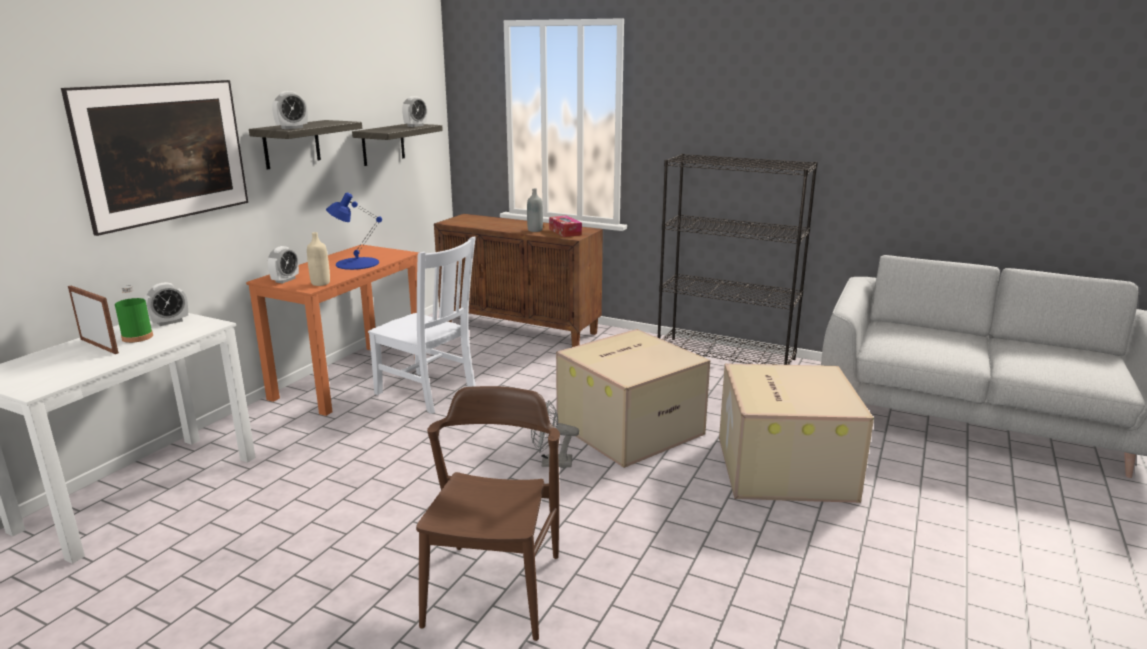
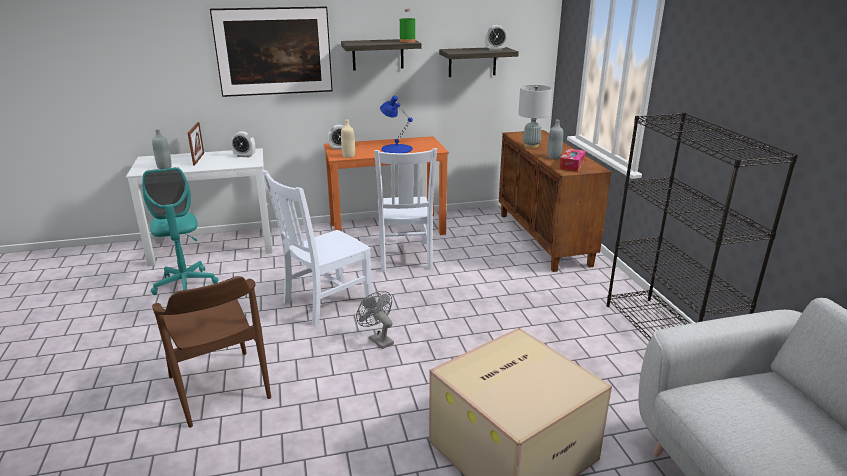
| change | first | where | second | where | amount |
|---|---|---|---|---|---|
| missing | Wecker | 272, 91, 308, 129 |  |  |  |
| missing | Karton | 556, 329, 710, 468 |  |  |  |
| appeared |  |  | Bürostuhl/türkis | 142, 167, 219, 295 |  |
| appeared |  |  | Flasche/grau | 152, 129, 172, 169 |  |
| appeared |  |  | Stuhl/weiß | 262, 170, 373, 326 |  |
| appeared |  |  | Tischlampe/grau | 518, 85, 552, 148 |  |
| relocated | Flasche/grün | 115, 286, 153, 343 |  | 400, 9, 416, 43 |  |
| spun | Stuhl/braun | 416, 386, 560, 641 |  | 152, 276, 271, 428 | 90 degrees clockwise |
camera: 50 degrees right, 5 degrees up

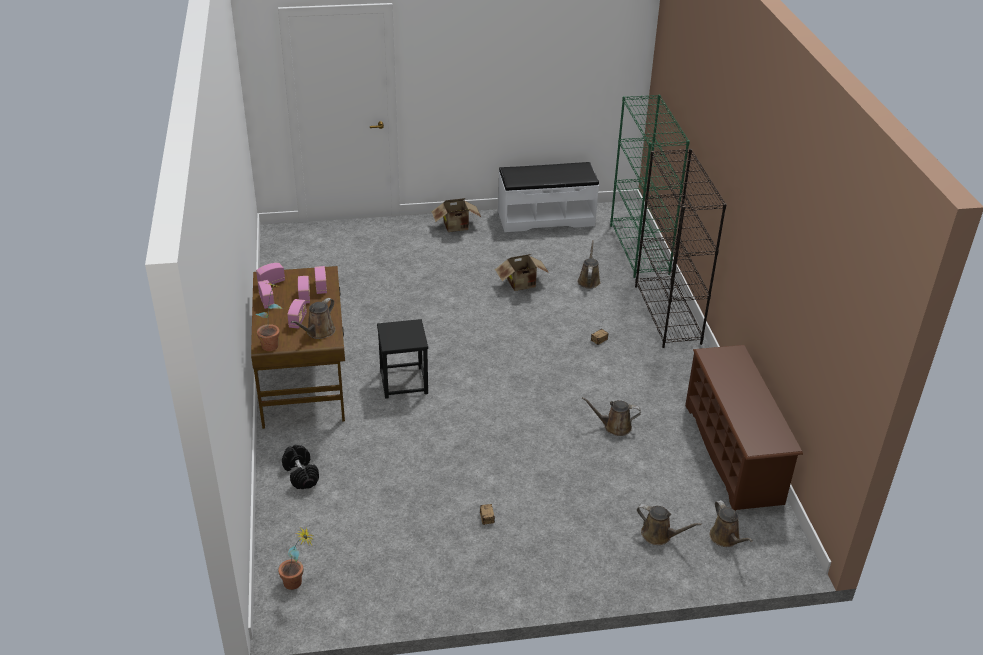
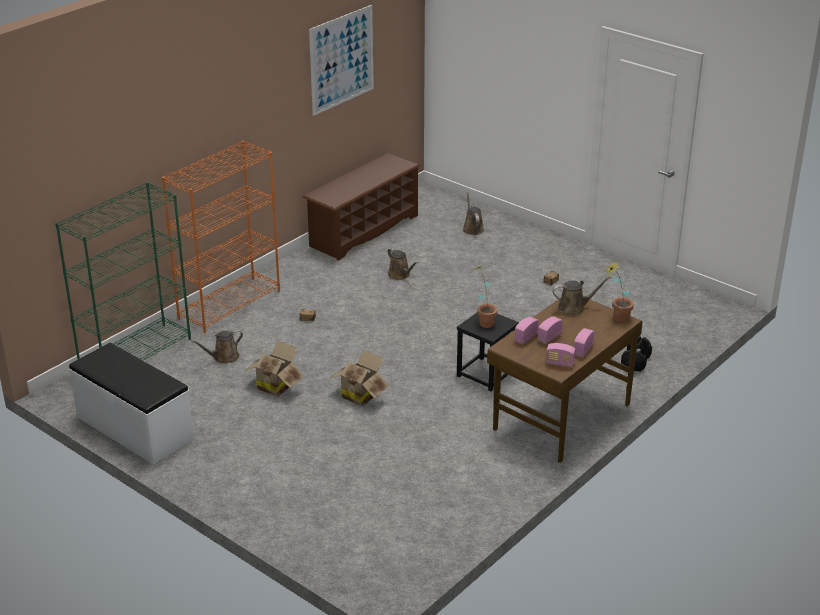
| change | first | where | second | where | amount |
|---|---|---|---|---|---|
| missing | Radio | 287, 299, 307, 329 |  |  |  |
| missing | Gießkanne/braun | 710, 500, 753, 547 |  |  |  |
| appeared |  |  | Bild | 309, 5, 374, 116 |  |
| relocated | Topfpflanze | 278, 528, 313, 590 |  | 474, 265, 498, 328 |  |
| relocated | Karton | 432, 198, 481, 232 |  | 329, 350, 389, 406 |  |
| colour | Bücherregal/schwarz | 635, 149, 727, 348 | Bücherregal/orange | 162, 141, 280, 334 |  |
camera: 130 degrees left, 5 degrees down

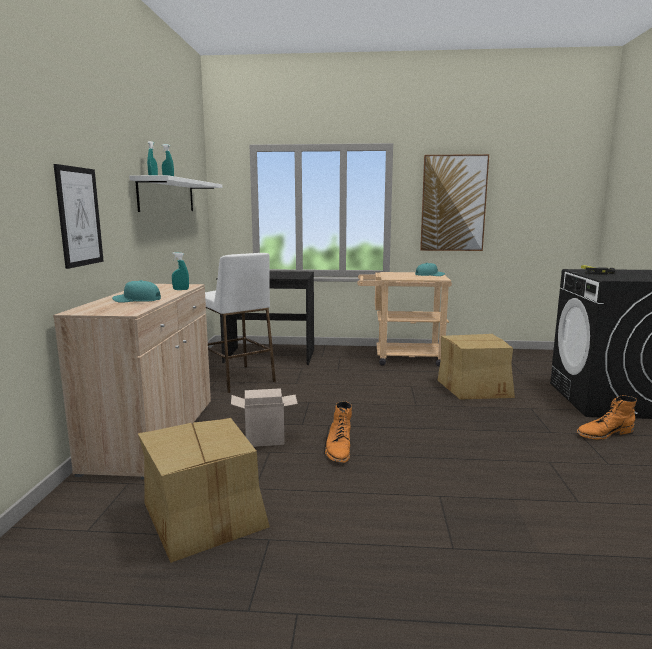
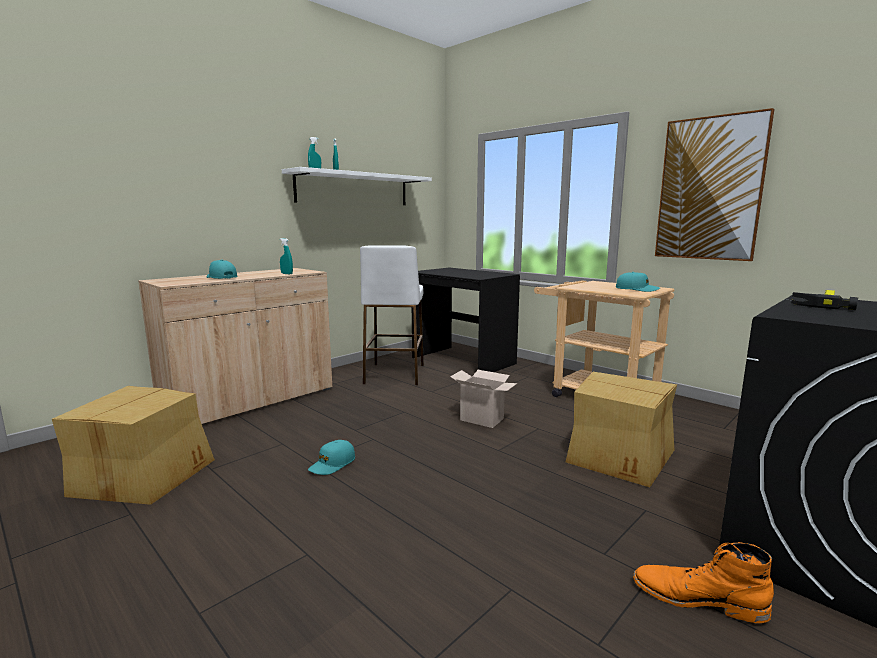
| change | first | where | second | where | amount |
|---|---|---|---|---|---|
| missing | Bild | 54, 164, 104, 269 |  |  |  |
| relocated | Karton | 231, 388, 298, 447 |  | 450, 370, 517, 428 |  |
| exchanged | Stiefel/orange | 325, 401, 352, 463 | Kappe/türkis | 308, 440, 355, 475 |  |
camera: 40 degrees right, 0 degrees up

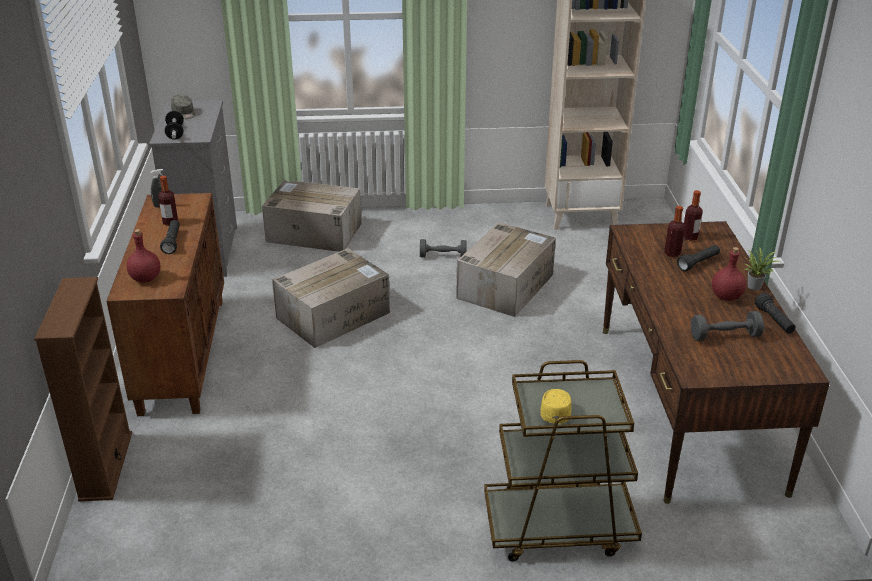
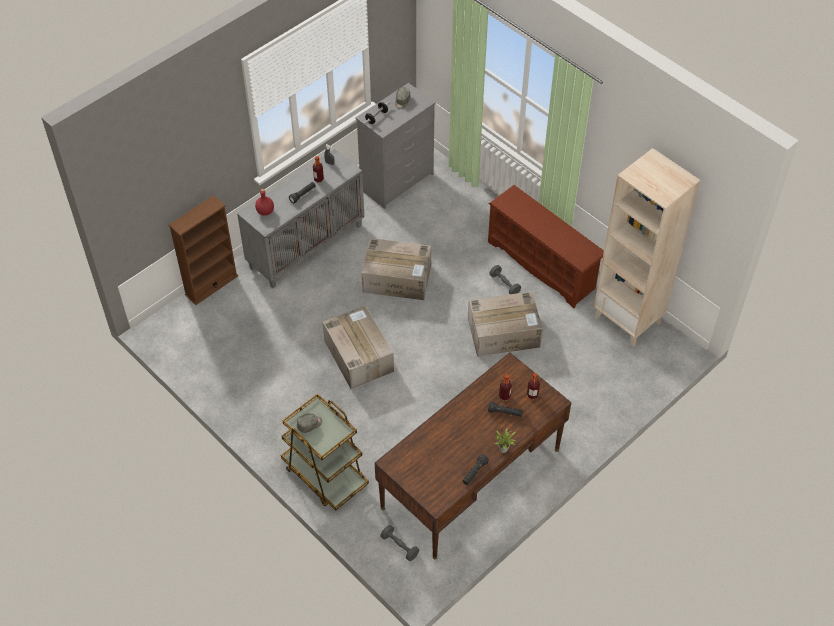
| change | first | where | second | where | amount |
|---|---|---|---|---|---|
| missing | Flasche/rot | 712, 247, 746, 301 |  |  |  |
| appeared |  |  | Schuhregal/braun | 488, 185, 604, 308 |  |
| relocated | Karton | 262, 180, 362, 252 |  | 323, 306, 394, 389 |  |
| relocated | Hantel/grau | 691, 311, 764, 341 |  | 381, 525, 419, 561 |  |
| colour | Schrank/braun | 106, 193, 224, 416 | Schrank/grau | 237, 149, 364, 288 |  |
| colour | Kappe/gelb | 540, 389, 572, 424 | Kappe/grau | 297, 413, 322, 433 |  |
camera: 50 degrees right, 20 degrees up

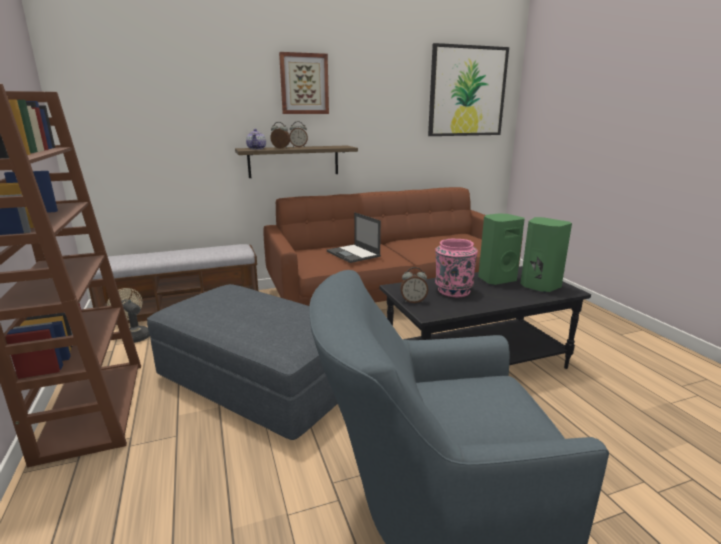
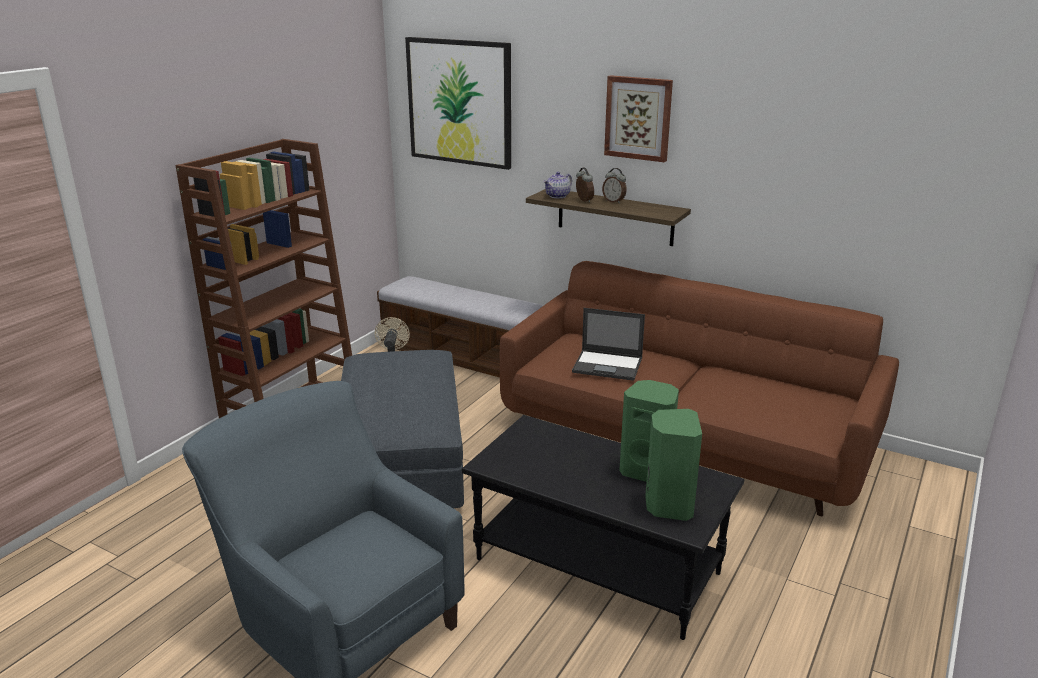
| change | first | where | second | where | amount |
|---|---|---|---|---|---|
| missing | Wecker | 400, 267, 428, 303 |  |  |  |
| missing | Vase/rosa | 435, 239, 478, 297 |  |  |  |
| relocated | Bild | 428, 43, 509, 136 |  | 405, 37, 511, 170 |  |
| spun | Laptop | 327, 212, 381, 263 |  | 572, 308, 645, 381 | 90 degrees counterclockwise |
camera: 50 degrees right, 5 degrees up

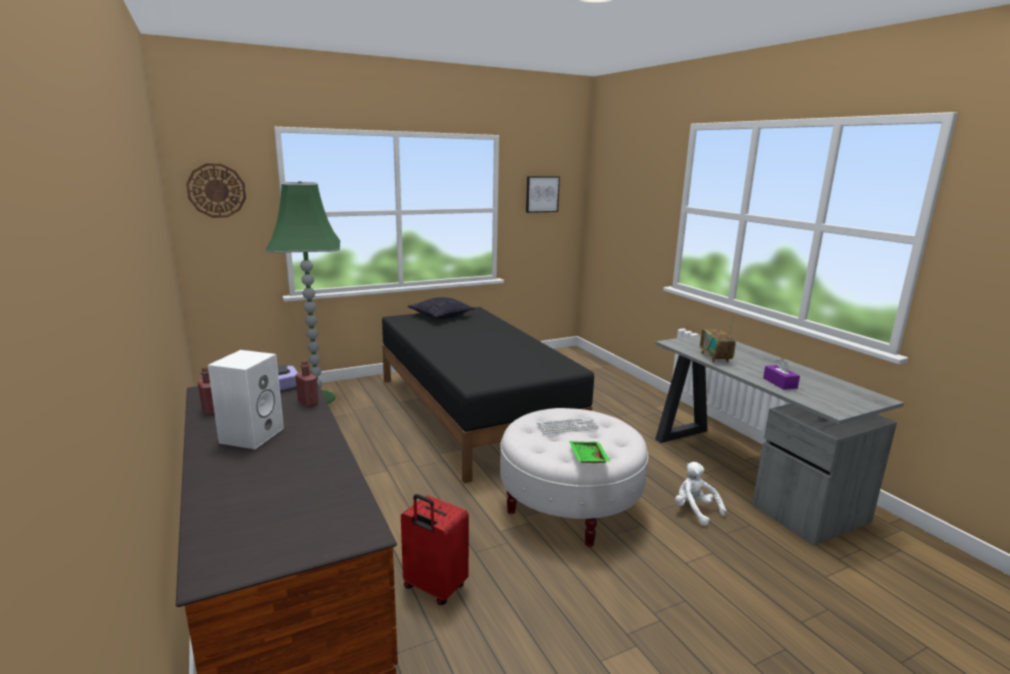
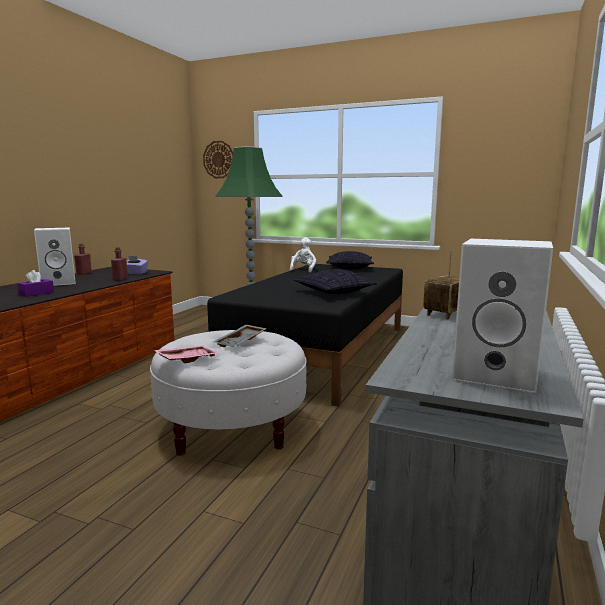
| change | first | where | second | where | amount |
|---|---|---|---|---|---|
| missing | Koffer/rot | 401, 494, 469, 605 |  |  |  |
| missing | Bild | 526, 176, 560, 213 |  |  |  |
| appeared |  |  | Kissen | 294, 269, 377, 294 |  |
| appeared |  |  | Lautsprecher/weiß | 452, 239, 553, 393 |  |
| relocated | Plüschtier/weiß | 675, 462, 727, 526 |  | 290, 237, 316, 272 |  |
| relocated | Taschentuchbox/lila | 763, 358, 800, 390 |  | 17, 270, 54, 297 |  |
| exchanged | Tastatur | 537, 417, 599, 434 | Tablett/grau | 213, 325, 267, 347 |  |
| colour | Tablett/grün | 569, 441, 611, 463 | Tablett/rosa | 153, 345, 219, 363 |  |
camera: 50 degrees right, 5 degrees down

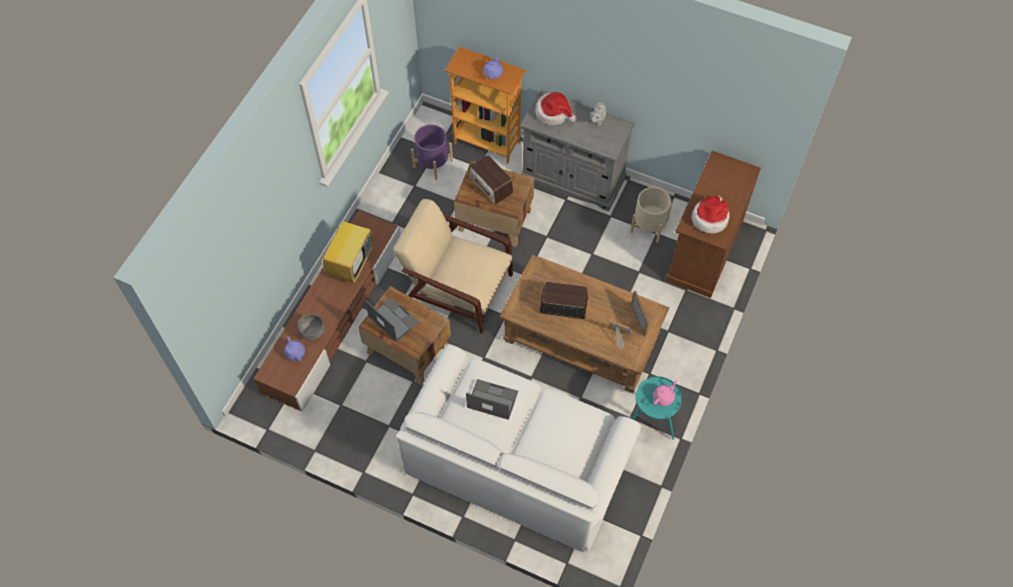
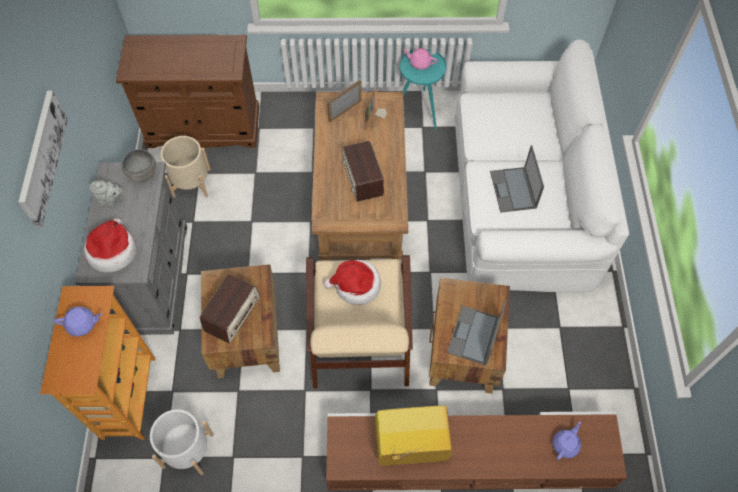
| change | first | where | second | where | amount |
|---|---|---|---|---|---|
| appeared |  |  | Bild | 18, 91, 68, 227 |  |
| relocated | Schüssel/grau | 297, 314, 325, 340 |  | 122, 149, 156, 182 |  |
| relocated | Hut | 692, 196, 730, 234 |  | 323, 260, 381, 305 |  |
| colour | Pflanzkübel/lila | 411, 124, 453, 180 | Pflanzkübel/weiß | 150, 409, 214, 475 |  |
camera: 115 degrees left, 0 degrees up

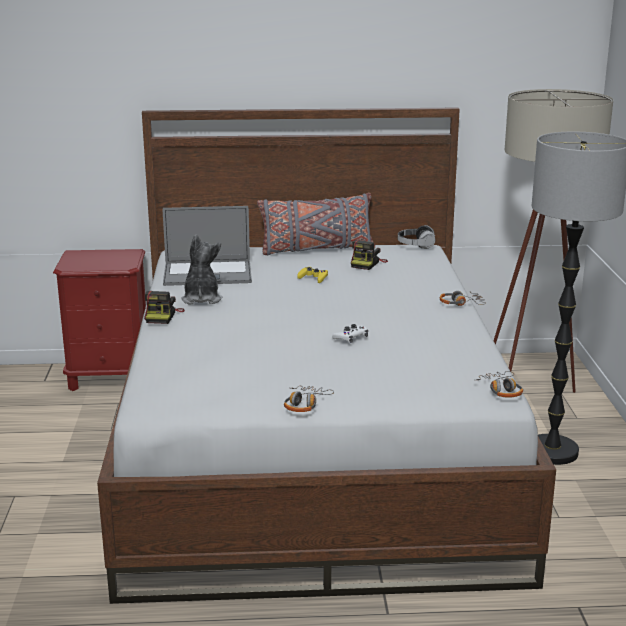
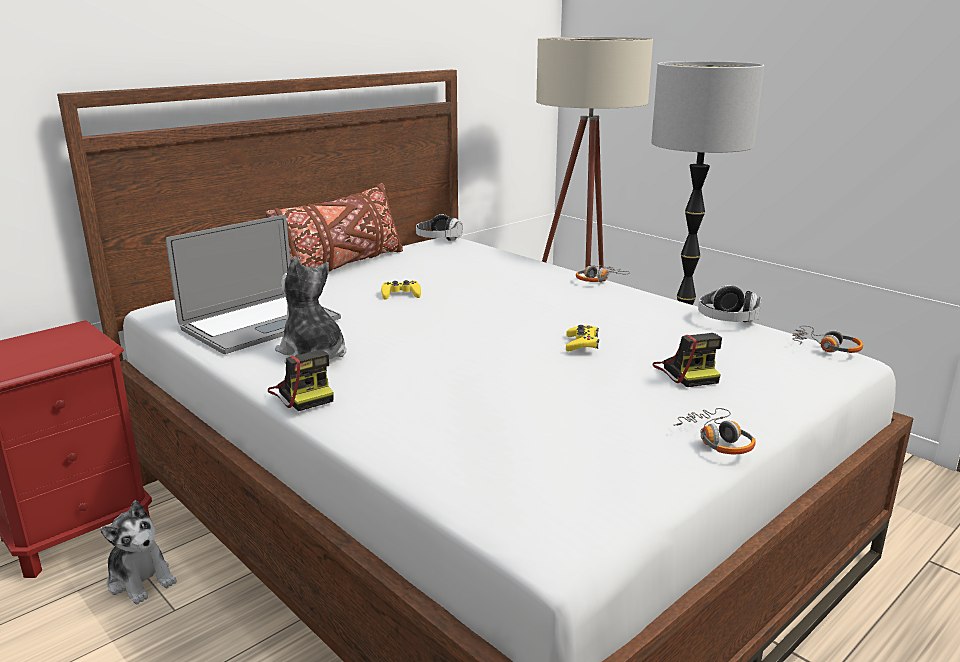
| change | first | where | second | where | amount |
|---|---|---|---|---|---|
| appeared |  |  | Plüschtier | 101, 500, 177, 604 |  |
| appeared |  |  | Kopfhörer | 698, 285, 762, 322 |  |
| relocated | Kamera | 351, 240, 388, 270 |  | 652, 333, 722, 387 |  |
| colour | Kissen/grau | 257, 193, 375, 255 | Kissen/braun | 266, 183, 403, 271 |  |
| colour | Gamepad/weiß | 332, 324, 368, 343 | Gamepad/gelb | 566, 325, 599, 351 |  |
camera: 40 degrees left, 0 degrees up

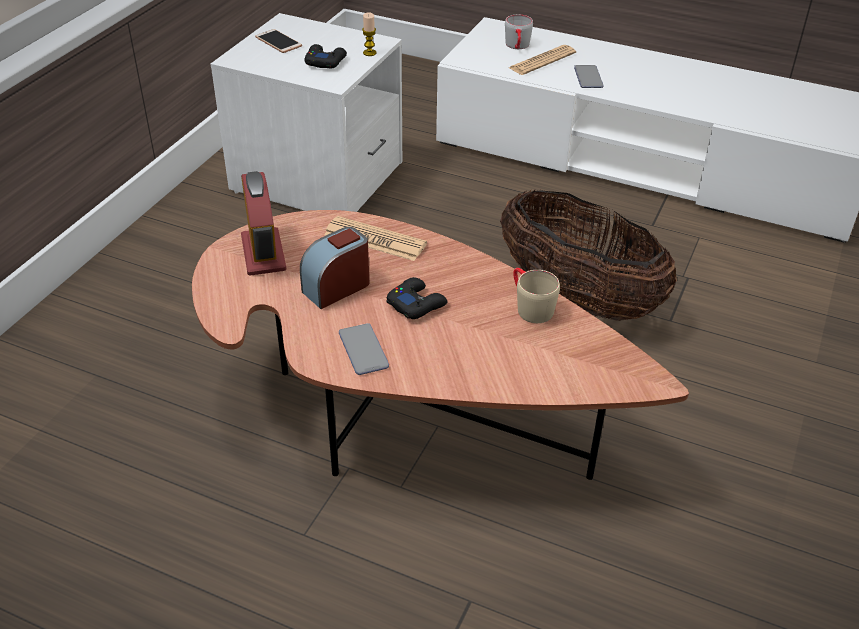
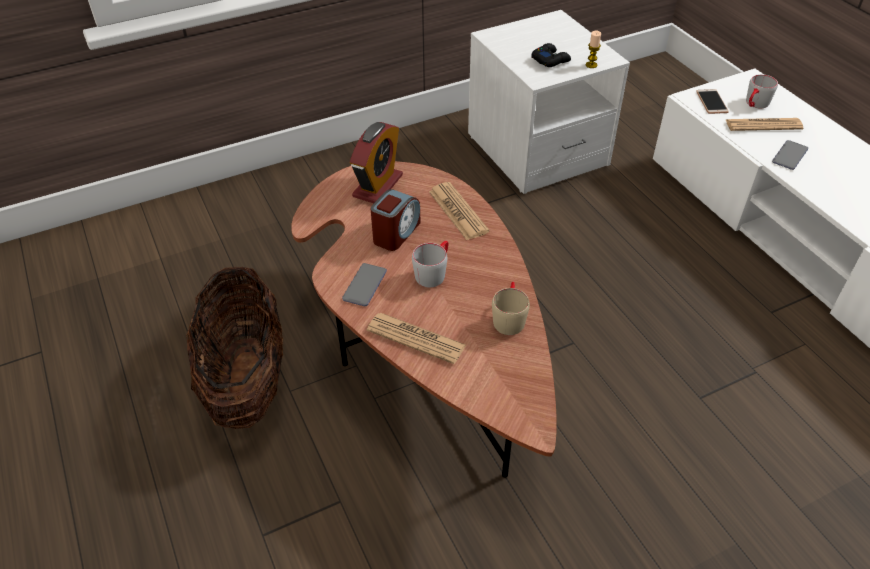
| change | first | where | second | where | amount |
|---|---|---|---|---|---|
| appeared |  |  | Zeitung | 367, 313, 466, 364 |  |
| relocated | Handy | 255, 29, 302, 53 |  | 696, 89, 729, 114 |  |
| relocated | Korb | 500, 190, 677, 321 |  | 186, 266, 284, 429 |  |
| exchanged | Gamepad/schwarz | 386, 277, 448, 319 | Henkelbecher/grau | 412, 241, 448, 287 |  |
| spun | Wecker | 300, 227, 369, 309 |  | 370, 189, 421, 251 | 120 degrees clockwise |
camera: 40 degrees right, 5 degrees up

